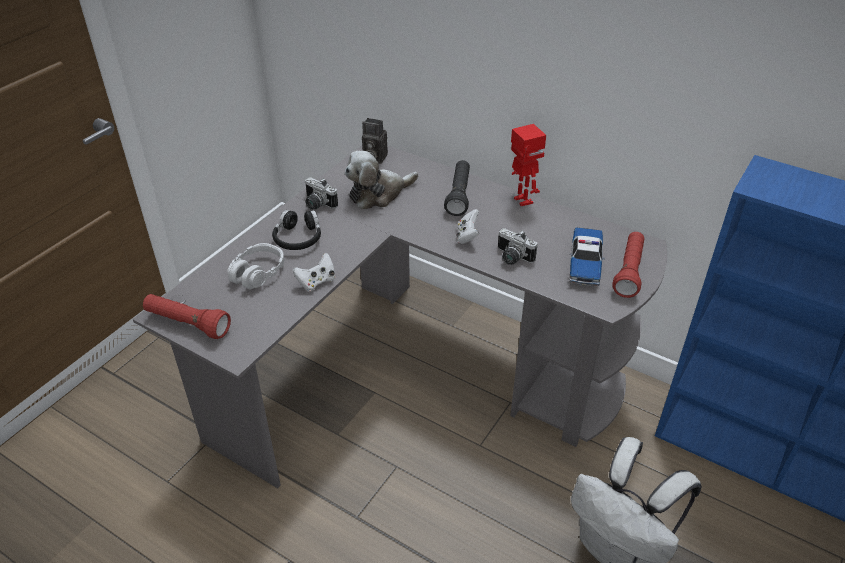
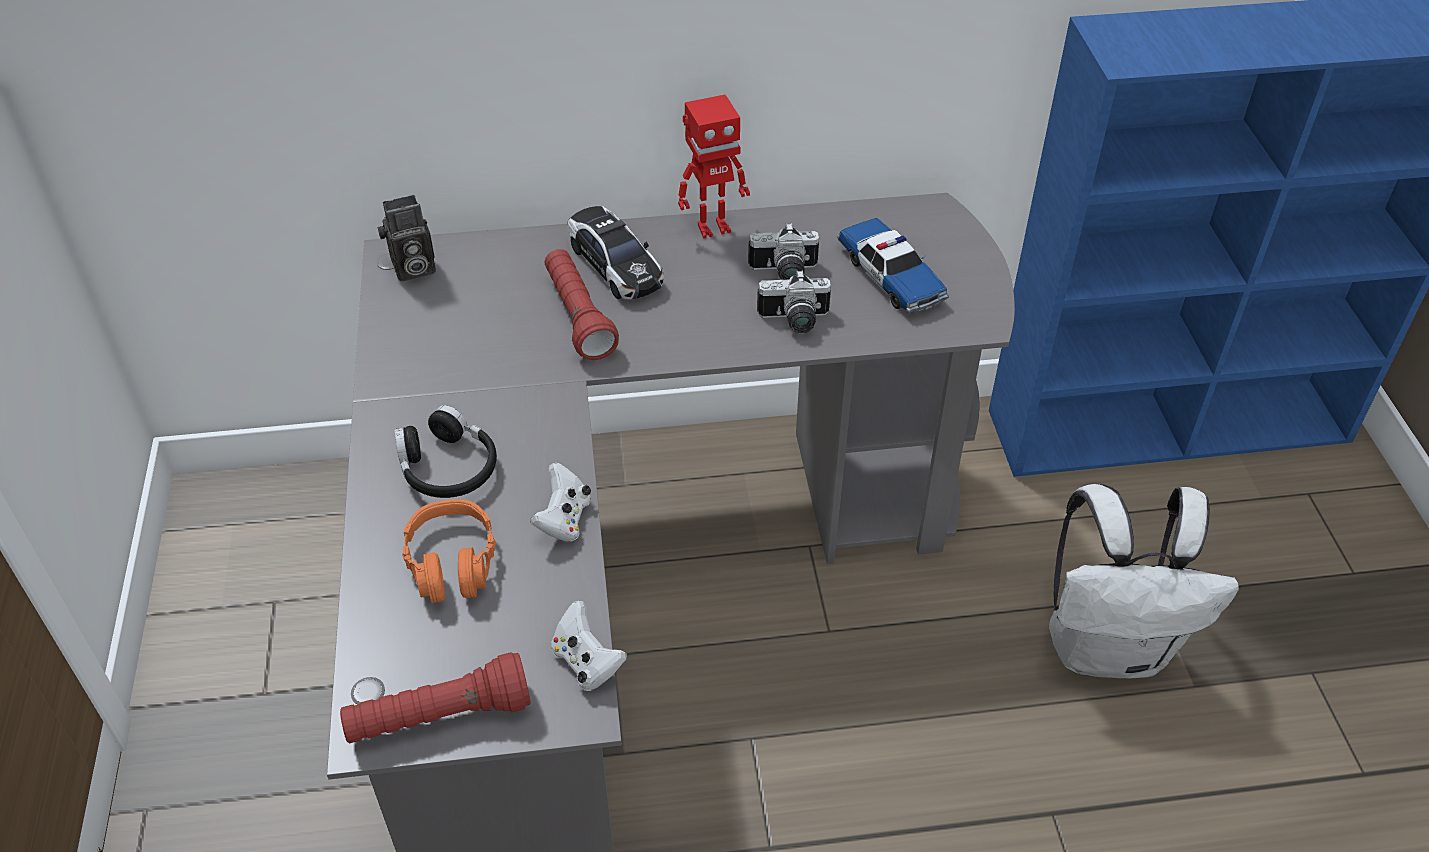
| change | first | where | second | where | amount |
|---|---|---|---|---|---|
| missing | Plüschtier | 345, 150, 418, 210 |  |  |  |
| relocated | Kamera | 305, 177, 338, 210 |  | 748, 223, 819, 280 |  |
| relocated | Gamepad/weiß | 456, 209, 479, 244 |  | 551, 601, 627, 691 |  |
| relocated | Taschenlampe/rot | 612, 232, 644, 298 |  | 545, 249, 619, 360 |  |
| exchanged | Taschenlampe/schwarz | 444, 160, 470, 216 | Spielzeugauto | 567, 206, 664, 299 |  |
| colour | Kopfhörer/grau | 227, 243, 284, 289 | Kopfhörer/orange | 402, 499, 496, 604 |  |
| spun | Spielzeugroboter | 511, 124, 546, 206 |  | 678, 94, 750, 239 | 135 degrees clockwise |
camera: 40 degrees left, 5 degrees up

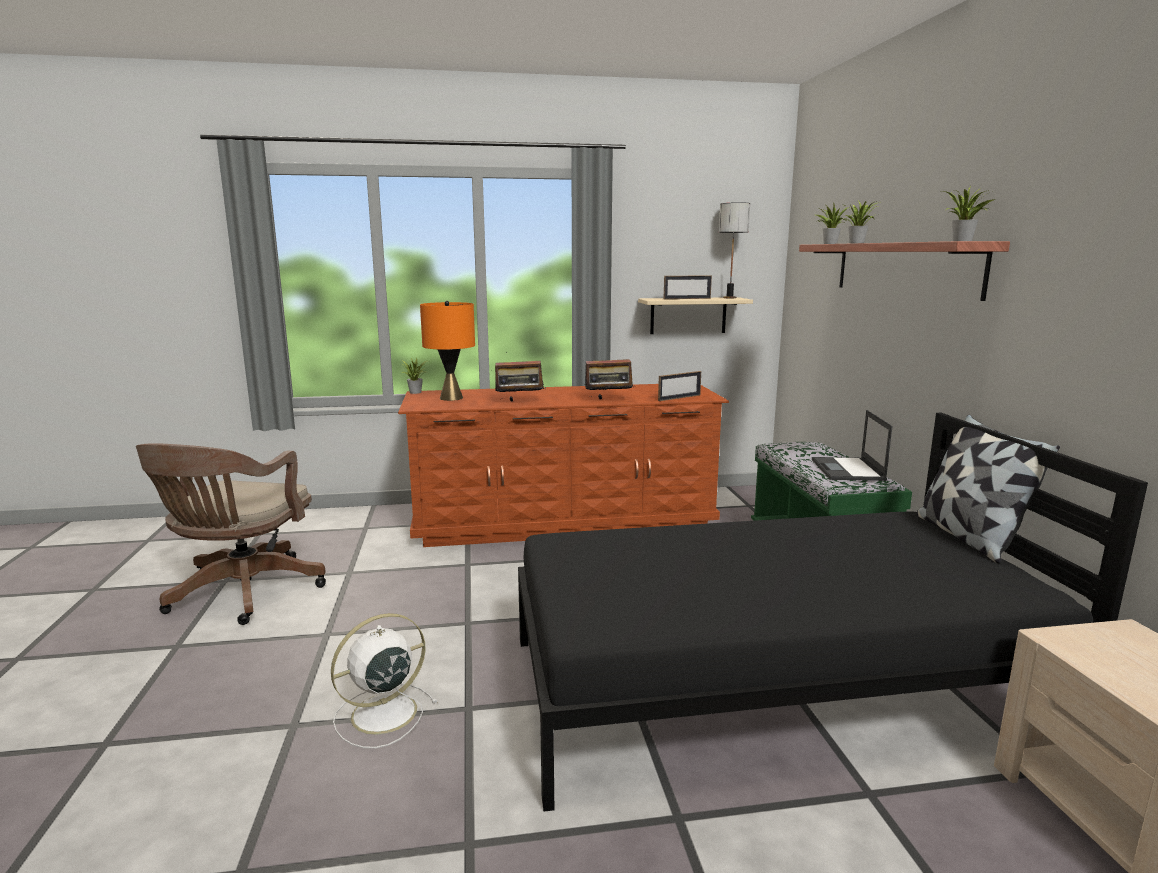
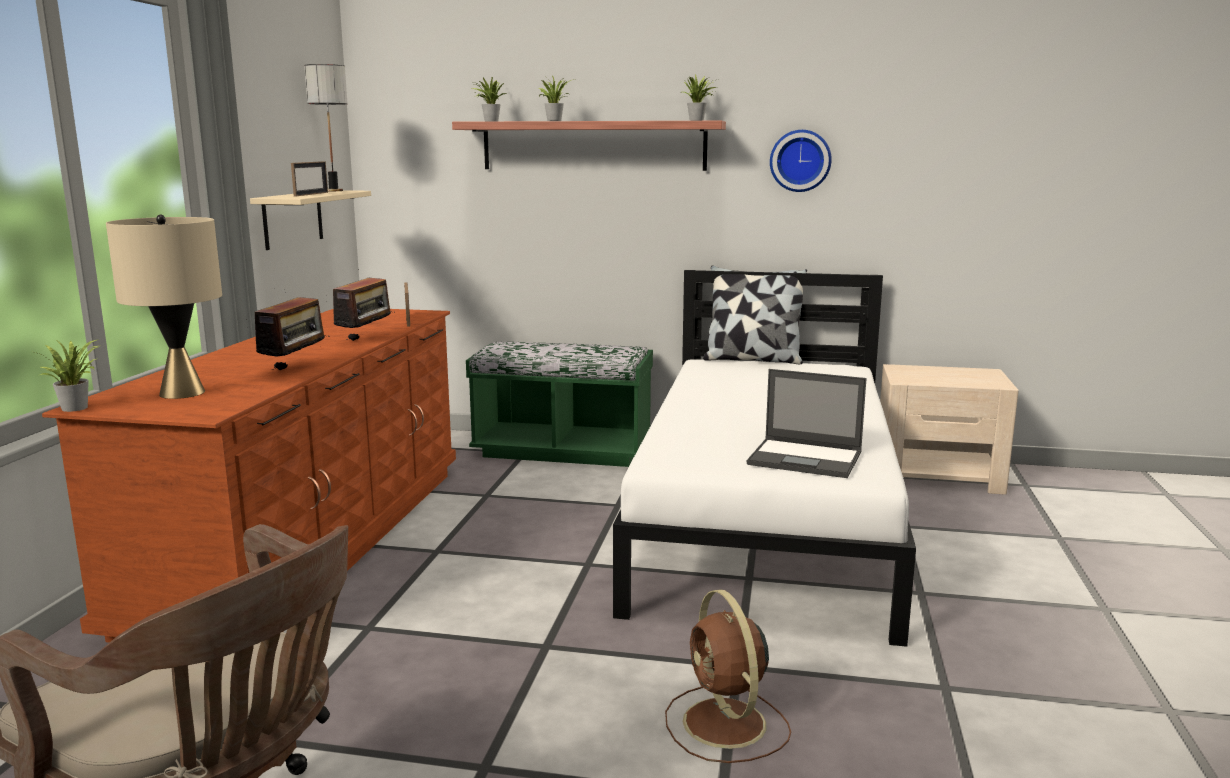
| change | first | where | second | where | amount |
|---|---|---|---|---|---|
| appeared |  |  | Wanduhr | 770, 130, 832, 192 |  |
| relocated | Laptop | 812, 410, 893, 481 |  | 747, 369, 866, 478 |  |
| colour | Ventilator/weiß | 331, 613, 437, 748 | Ventilator/braun | 665, 589, 791, 763 |  |
| colour | Tischlampe/orange | 420, 301, 475, 401 | Tischlampe/beige | 106, 214, 222, 399 |  |
| colour | Bett/schwarz | 518, 413, 1148, 812 | Bett/weiß | 613, 270, 916, 647 |  |
camera: 70 degrees left, 0 degrees up

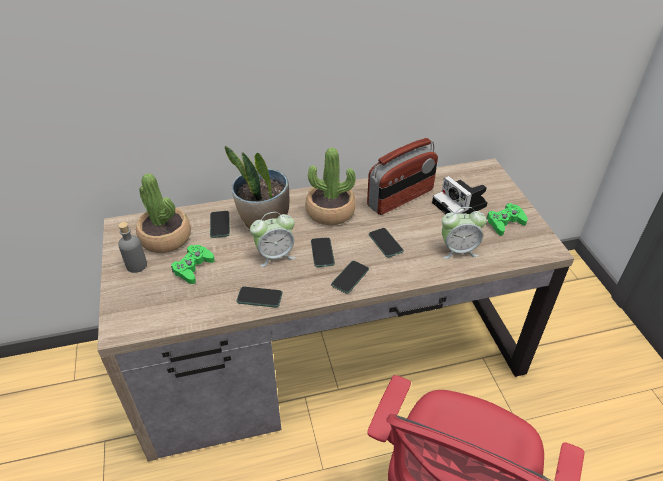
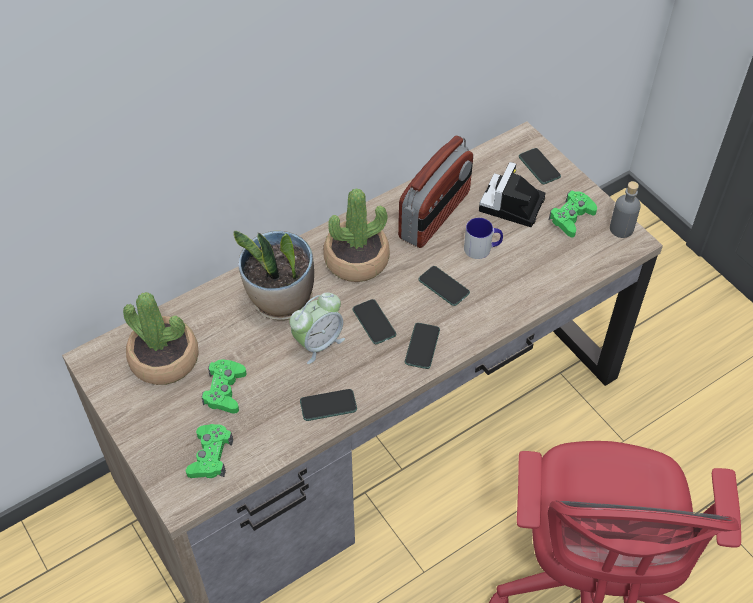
| change | first | where | second | where | amount |
|---|---|---|---|---|---|
| missing | Wecker | 442, 207, 487, 259 |  |  |  |
| appeared |  |  | Gamepad/grün | 186, 424, 233, 478 |  |
| appeared |  |  | Henkelbecher | 464, 218, 503, 259 |  |
| relocated | Flasche/grau | 118, 222, 147, 273 |  | 610, 181, 641, 238 |  |
| relocated | Handy | 210, 211, 230, 238 |  | 519, 148, 561, 184 |  |
| spun | Kamera | 432, 176, 488, 214 |  | 479, 162, 545, 227 | 75 degrees clockwise |
camera: 20 degrees left, 10 degrees up

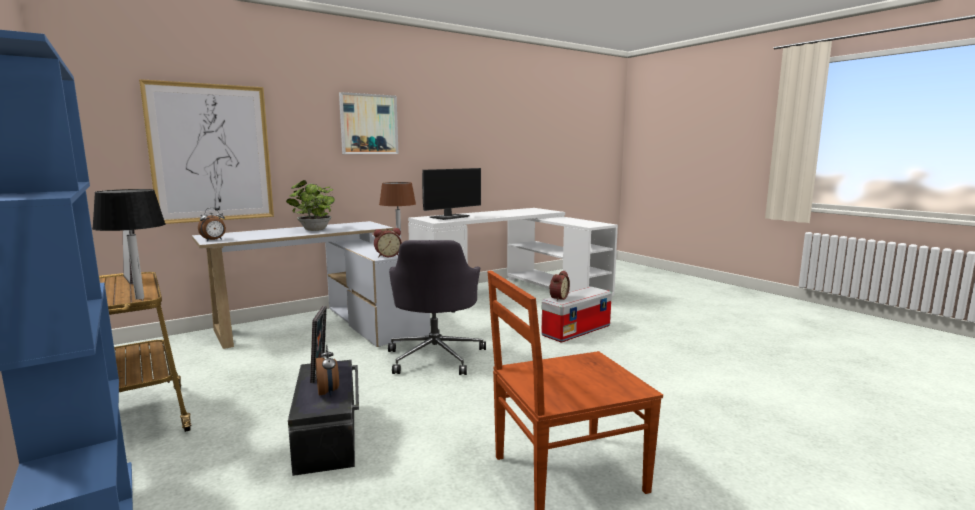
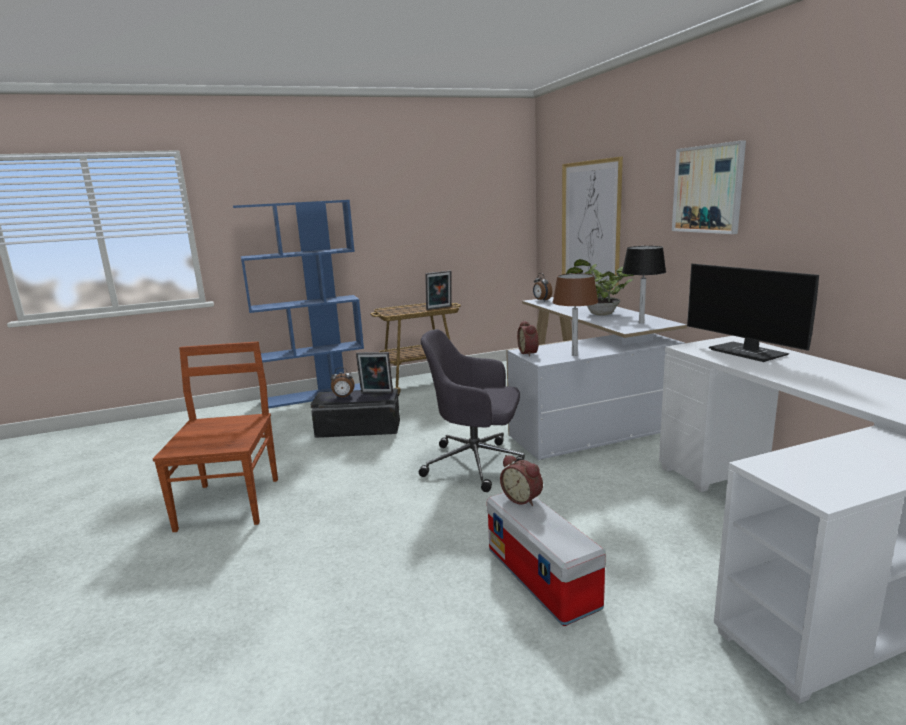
| change | first | where | second | where | amount |
|---|---|---|---|---|---|
| relocated | Tischlampe/schwarz | 92, 189, 166, 300 |  | 622, 246, 666, 324 |  |
camera: 105 degrees right, 5 degrees up

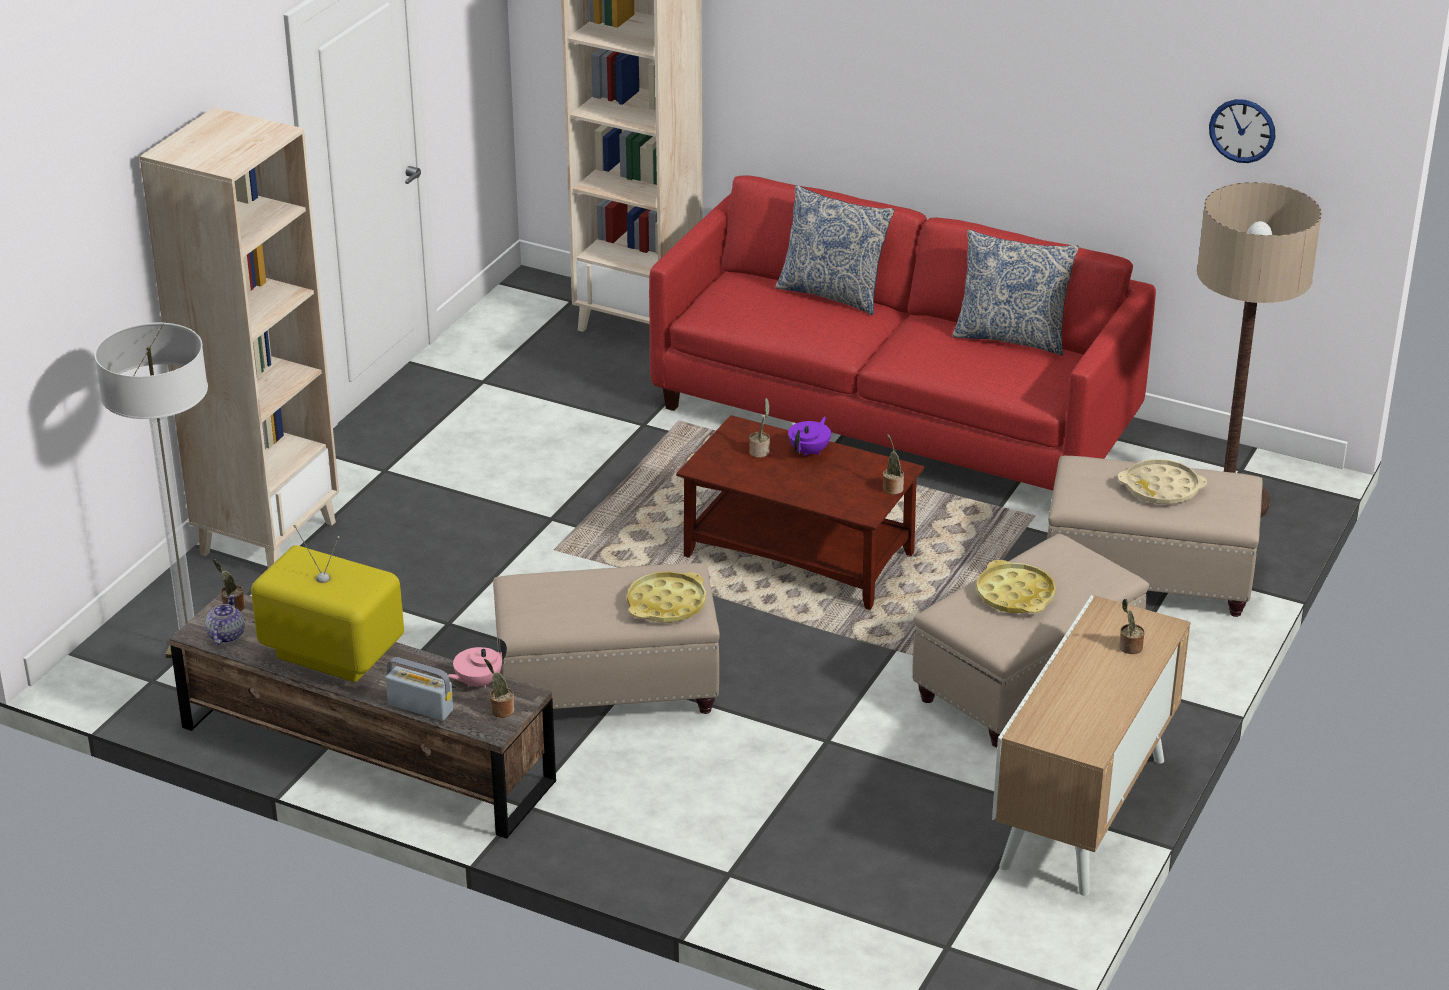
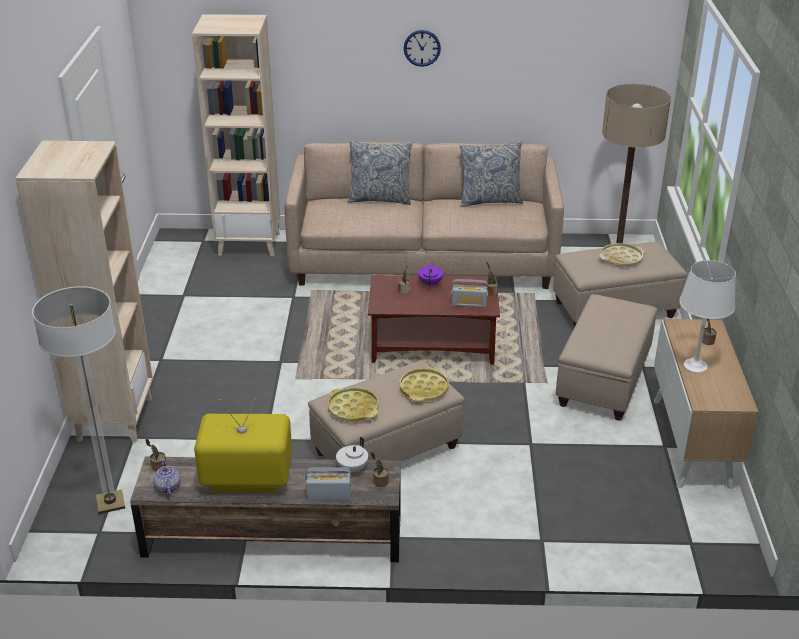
| change | first | where | second | where | amount |
|---|---|---|---|---|---|
| appeared |  |  | Radio | 451, 279, 488, 308 |  |
| appeared |  |  | Tischlampe/weiß | 679, 260, 736, 373 |  |
| relocated | Tablett/gelb | 976, 560, 1056, 613 |  | 328, 388, 379, 422 |  |
| relocated | Wanduhr | 1209, 99, 1275, 163 |  | 404, 30, 441, 67 |  |
| colour | Teekanne/rosa | 448, 638, 507, 688 | Teekanne/weiß | 336, 437, 368, 472 |  |
| colour | Sofa/rot | 649, 175, 1156, 491 | Sofa/beige | 285, 142, 564, 289 |  |
camera: 25 degrees left, 0 degrees up

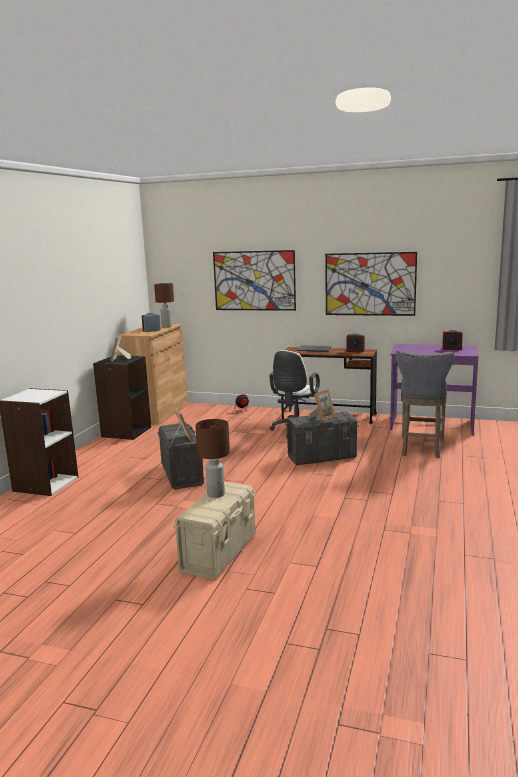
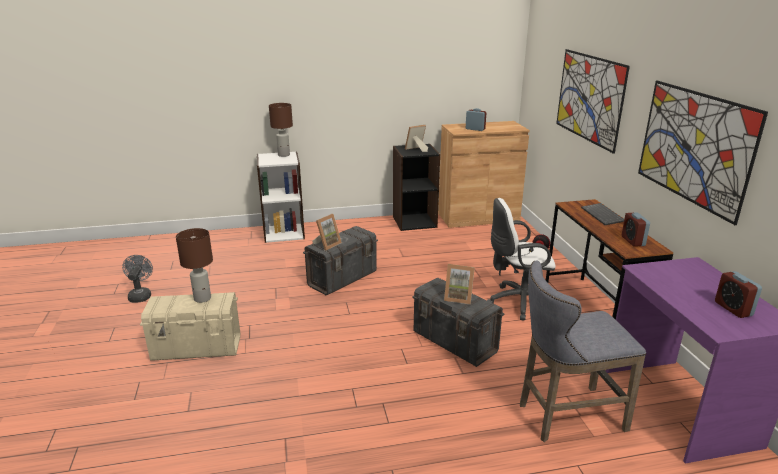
| change | first | where | second | where | amount |
|---|---|---|---|---|---|
| appeared |  |  | Ventilator/grau | 122, 255, 153, 303 |  |
| relocated | Tischlampe/braun | 154, 283, 174, 328 |  | 269, 103, 293, 157 |  |
camera: 60 degrees right, 10 degrees up

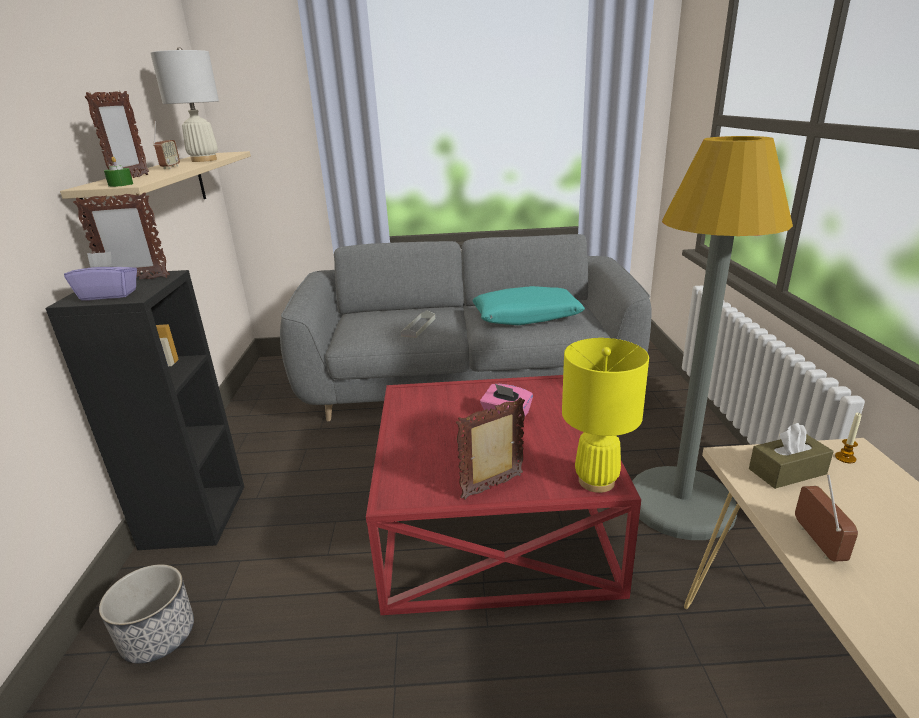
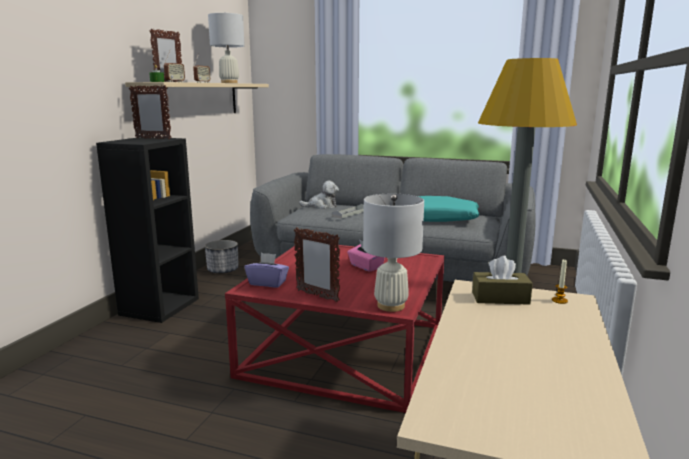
| change | first | where | second | where | amount |
|---|---|---|---|---|---|
| appeared |  |  | Plüschtier | 299, 181, 339, 209 |  |
| relocated | Taschentuchbox/lila | 64, 252, 137, 300 |  | 244, 253, 289, 287 |  |
| relocated | Pflanzkübel | 99, 564, 194, 664 |  | 205, 240, 239, 273 |  |
| relocated | Radio | 795, 475, 858, 562 |  | 164, 49, 185, 82 |  |
| colour | Tischlampe/gelb | 562, 338, 649, 493 | Tischlampe/weiß | 363, 194, 424, 312 |  |
| spun | Bilderrahmen | 456, 397, 525, 499 |  | 294, 227, 340, 302 | 135 degrees counterclockwise |
camera: 20 degrees right, 10 degrees down

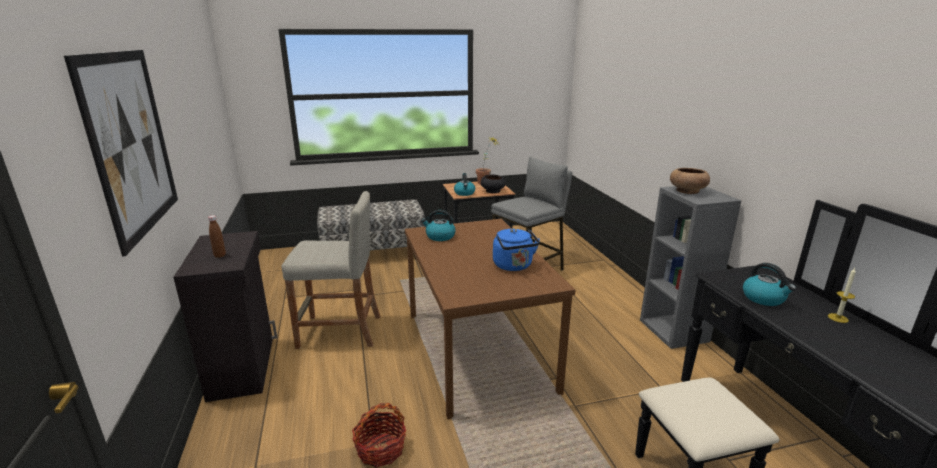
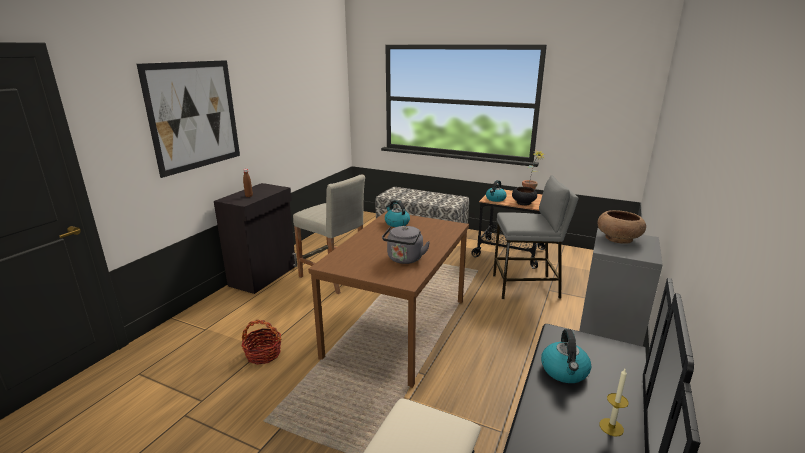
| change | first | where | second | where | amount |
|---|---|---|---|---|---|
| colour | Wasserkessel/blau | 493, 229, 540, 271 | Wasserkessel/grau | 382, 226, 430, 264 |  |
camera: 40 degrees right, 0 degrees up

